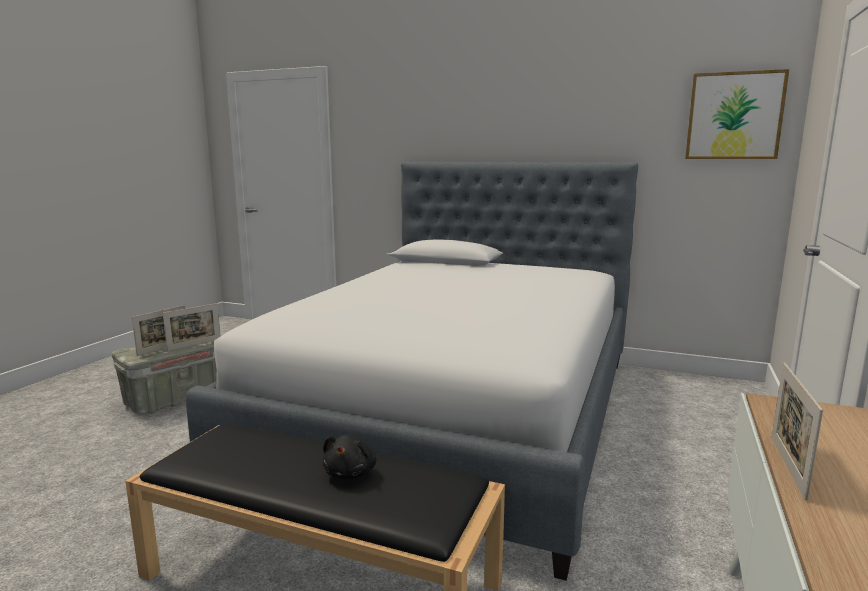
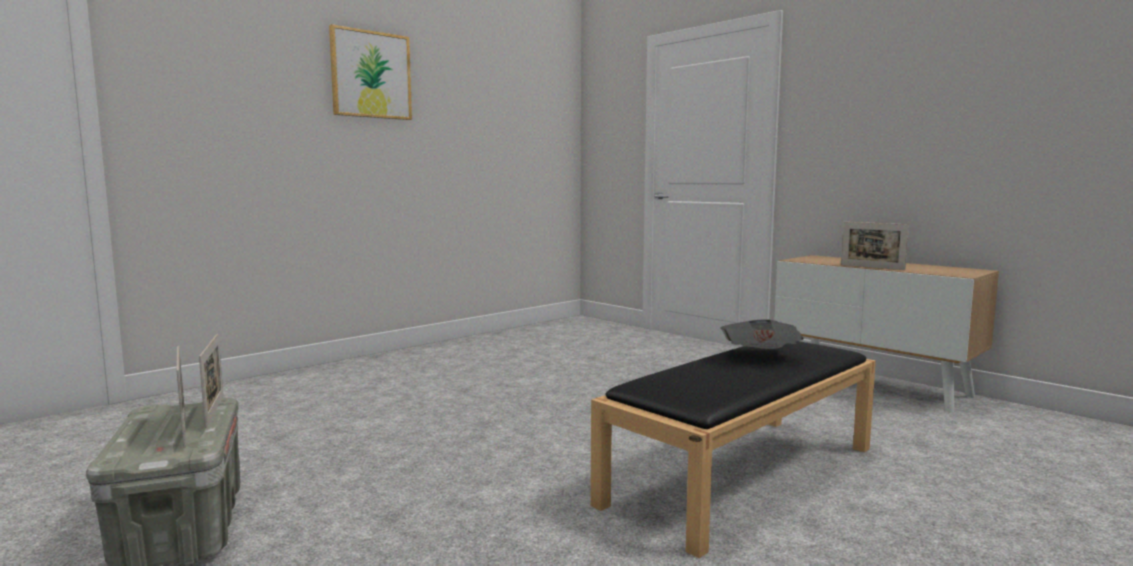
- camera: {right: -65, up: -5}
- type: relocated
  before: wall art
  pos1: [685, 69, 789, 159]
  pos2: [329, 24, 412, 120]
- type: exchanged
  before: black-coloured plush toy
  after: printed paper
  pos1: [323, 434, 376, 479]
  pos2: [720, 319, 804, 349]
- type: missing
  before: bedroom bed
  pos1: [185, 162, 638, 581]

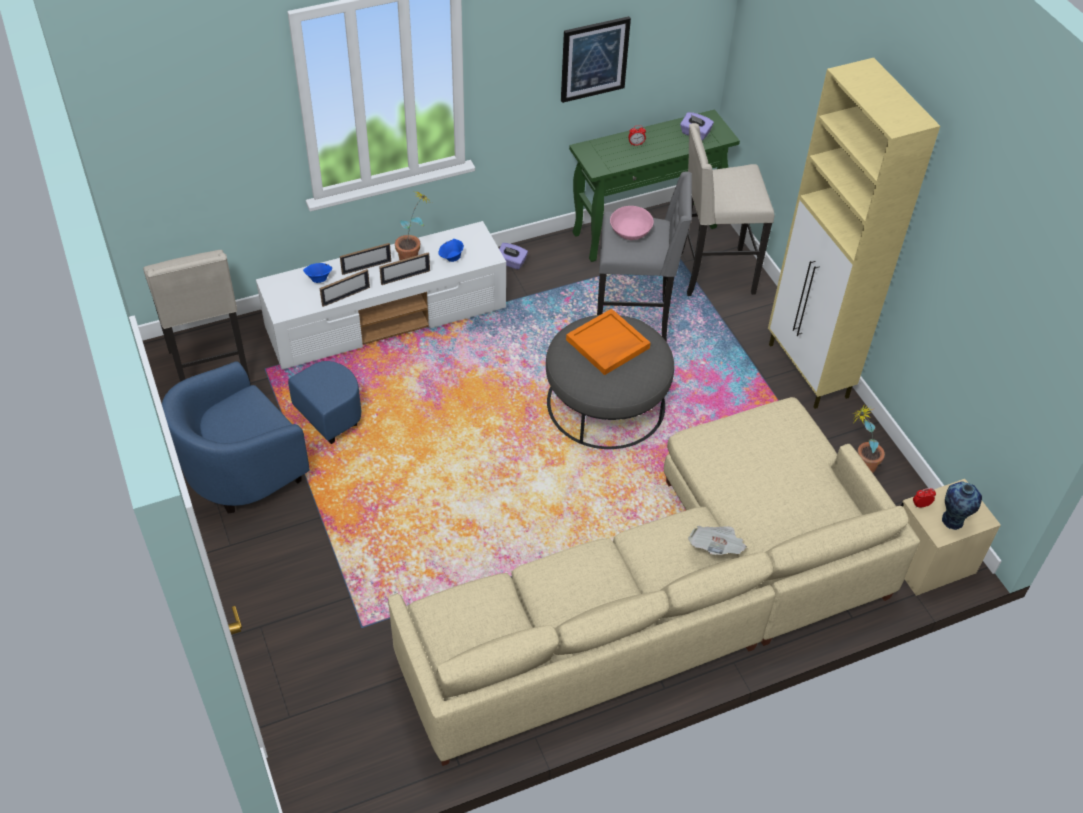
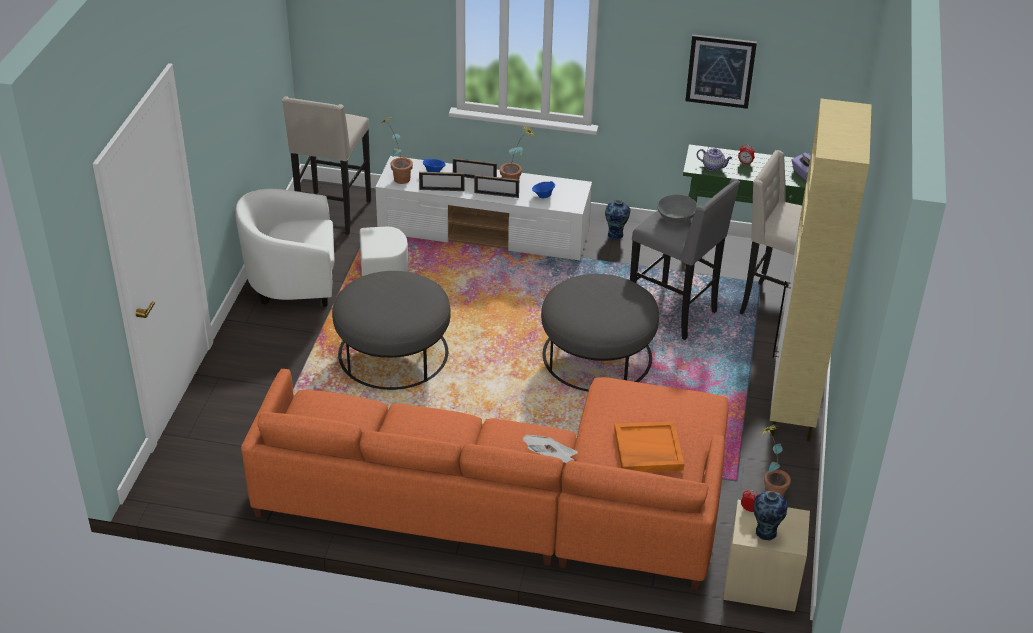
- camera: {right: 35, up: -10}
- type: colour
  before: bluish easy chair
  after: white easy chair
  pos1: [162, 361, 361, 514]
  pos2: [235, 189, 409, 307]
- type: colour
  before: beige couch
  after: orangey couch
  pos1: [388, 397, 920, 766]
  pos2: [241, 369, 728, 590]
- type: appeared
  after: grey ottoman
  pos2: [332, 271, 451, 390]
- type: appeared
  after: houseplant
  pos2: [378, 116, 413, 184]
- type: exchanged
  before: purple box of tissues
  after: decorative vase
  pos1: [499, 243, 528, 270]
  pos2: [605, 199, 630, 240]
- type: relocated
  before: orangey serving tray
  pos1: [566, 309, 651, 375]
  pos2: [614, 421, 684, 472]
- type: colour
  before: pink-coloured deep dish
  after: grey deep dish
  pos1: [610, 206, 654, 240]
  pos2: [657, 194, 697, 223]
- type: appeared
  after: teapot
  pos2: [697, 148, 732, 171]

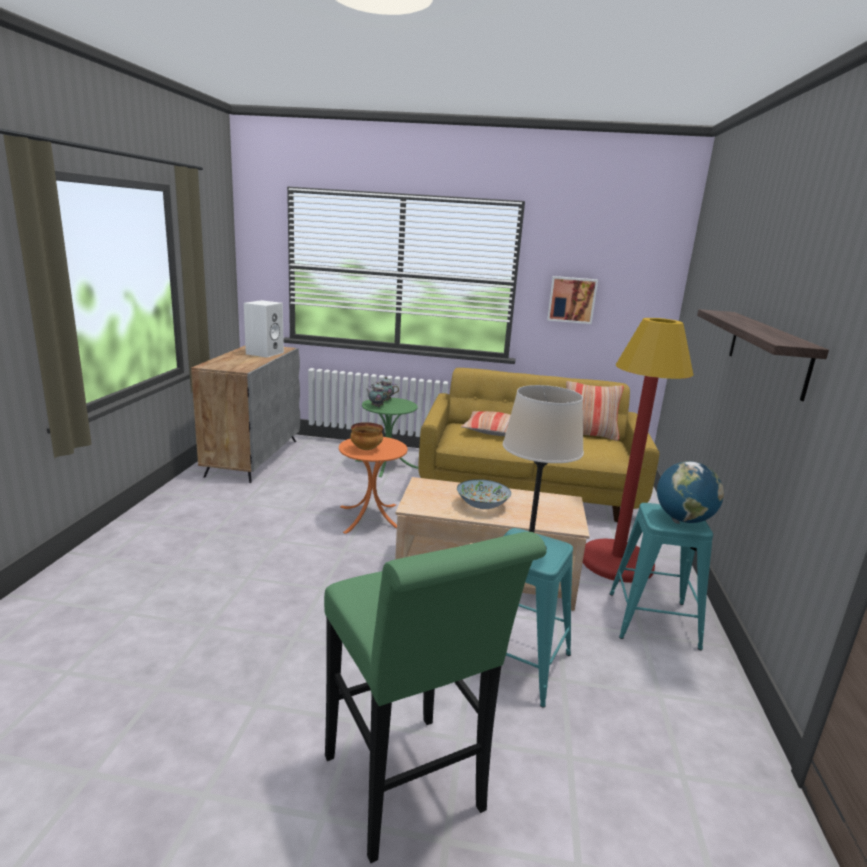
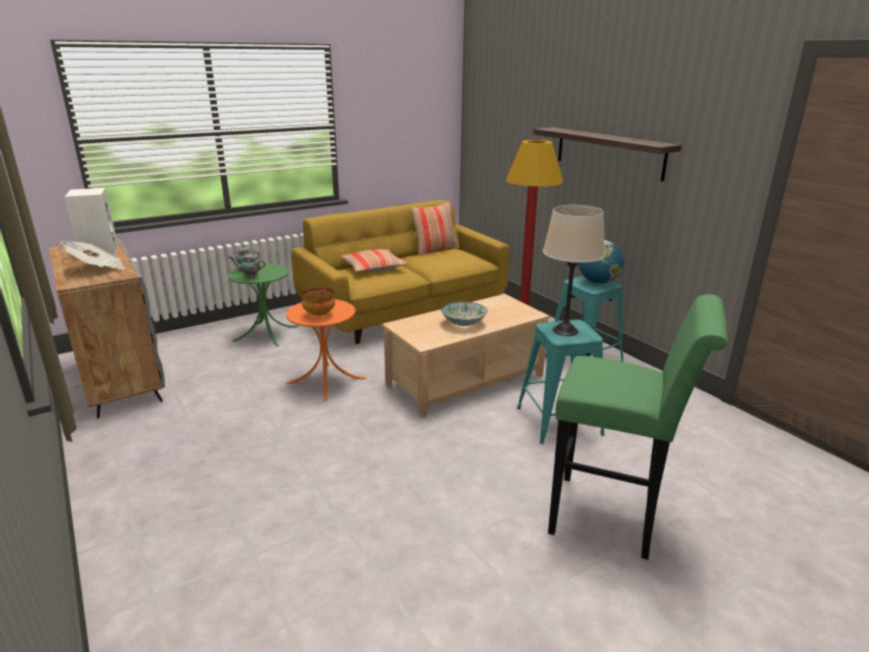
- camera: {right: -40, up: 5}
- type: appeared
  after: printed paper
  pos2: [60, 241, 125, 269]
- type: missing
  before: wall art
  pos1: [547, 276, 598, 324]

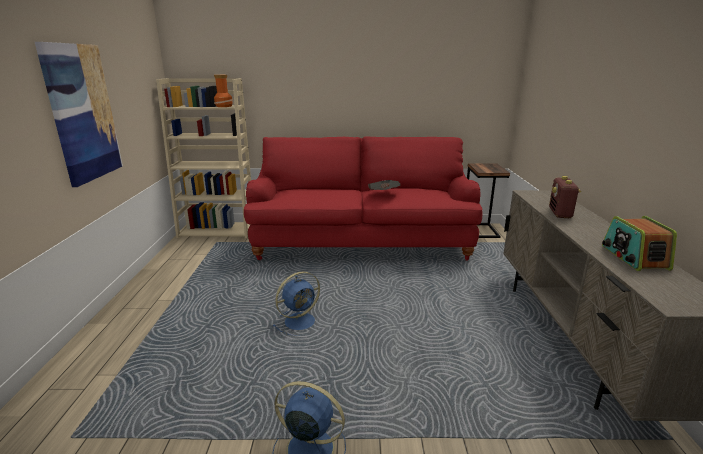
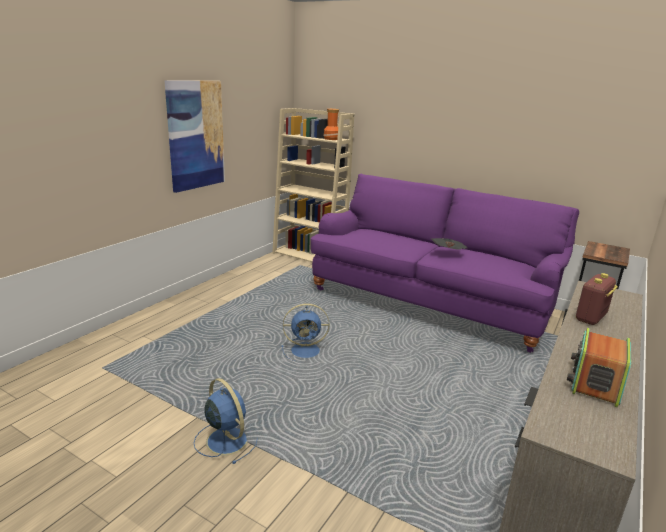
- camera: {right: 30, up: 0}
- type: colour
  before: red couch
  after: purple couch
  pos1: [244, 136, 482, 261]
  pos2: [311, 174, 579, 353]

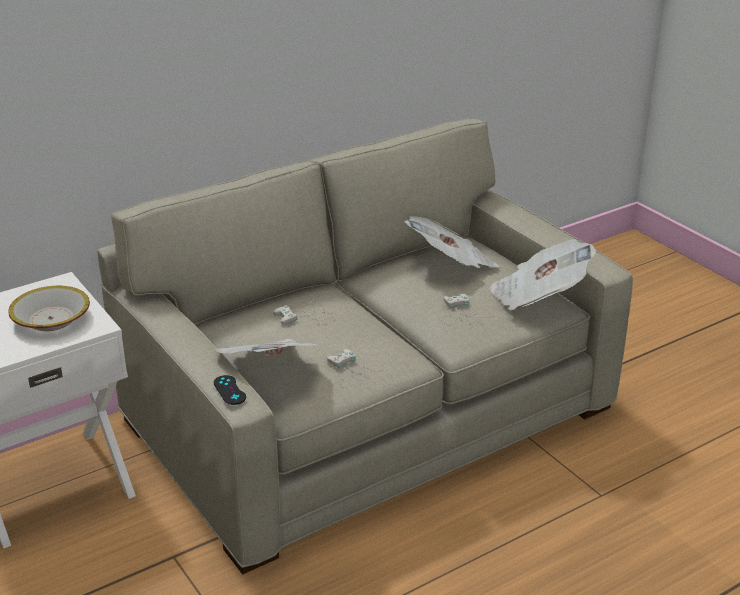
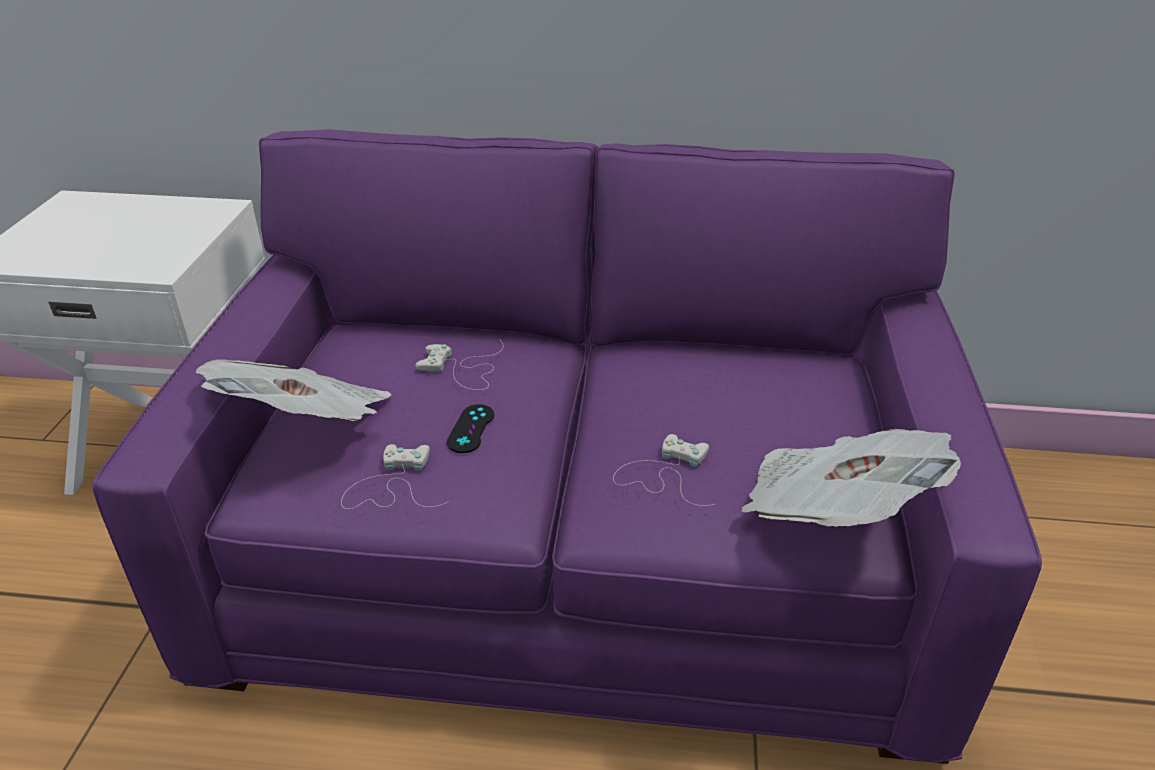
- camera: {right: 40, up: 5}
- type: colour
  before: beige couch
  after: purple couch
  pos1: [97, 118, 633, 574]
  pos2: [92, 129, 1042, 764]
- type: relocated
  before: black-coloured joypad
  pos1: [214, 375, 246, 405]
  pos2: [447, 404, 494, 453]
- type: missing
  before: deep dish
  pos1: [8, 286, 90, 331]
- type: missing
  before: printed paper
  pos1: [404, 216, 500, 268]

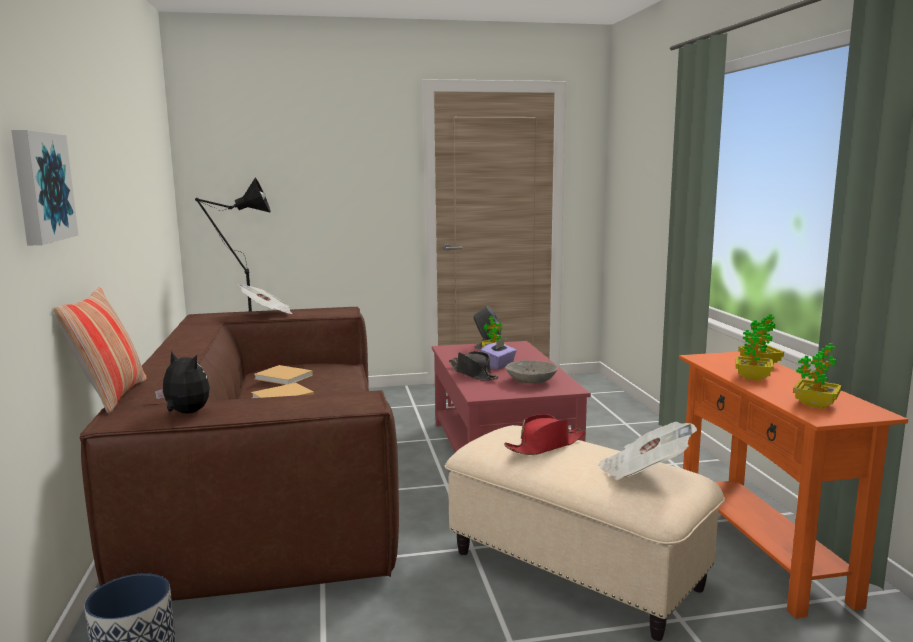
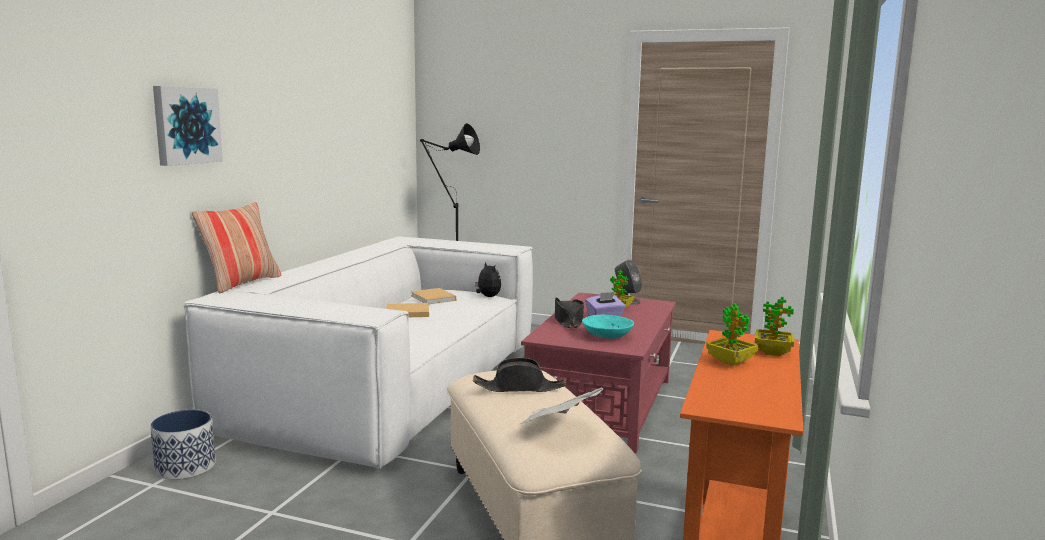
- camera: {right: 30, up: 0}
- type: colour
  before: brownish couch
  after: white couch
  pos1: [79, 307, 399, 601]
  pos2: [183, 236, 533, 469]
- type: colour
  before: red wearable hat
  after: black-coloured wearable hat
  pos1: [504, 414, 585, 455]
  pos2: [473, 358, 566, 392]
- type: relocated
  before: plush toy
  pos1: [155, 351, 210, 414]
  pos2: [475, 262, 501, 297]
- type: colour
  before: grey deep dish
  after: turquoise-coloured deep dish
  pos1: [505, 360, 558, 383]
  pos2: [582, 315, 634, 339]
- type: missing
  before: printed paper
  pos1: [238, 284, 292, 314]
- type: missing
  before: houseplant
  pos1: [793, 343, 842, 409]

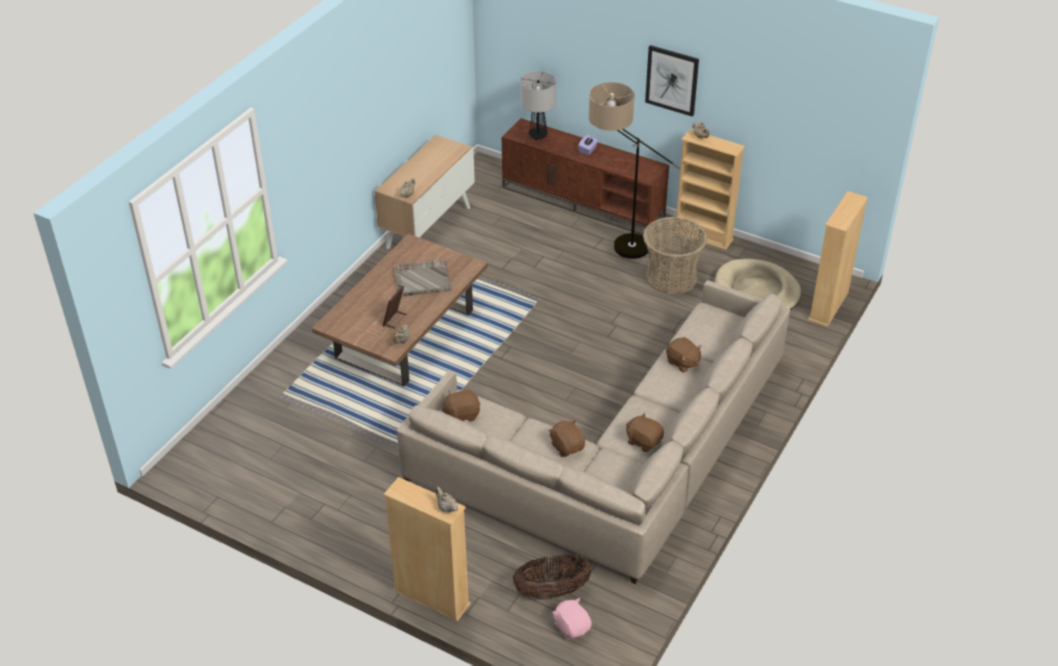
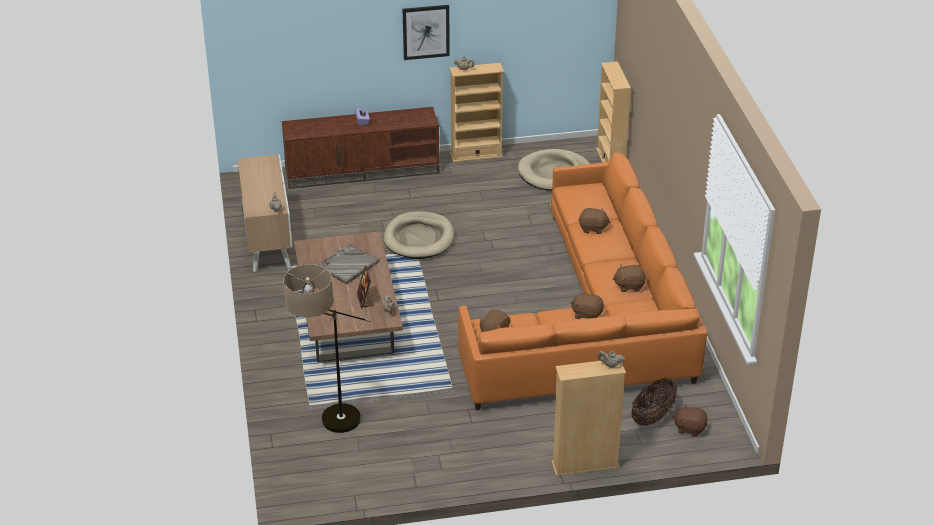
- camera: {right: -40, up: -5}
- type: relocated
  before: standing lamp
  pos1: [588, 82, 680, 259]
  pos2: [283, 264, 372, 433]
- type: appeared
  after: beige dog cushion
  pos2: [384, 211, 454, 259]
- type: colour
  before: beige couch
  after: orangey couch
  pos1: [397, 280, 790, 584]
  pos2: [458, 153, 707, 411]
- type: colour
  before: pink-coloured plush toy
  after: brownish plush toy
  pos1: [552, 598, 592, 640]
  pos2: [672, 404, 708, 437]
- type: missing
  before: lamp for a table
  pos1: [520, 71, 556, 140]
- type: missing
  before: storage basket
  pos1: [643, 217, 707, 294]

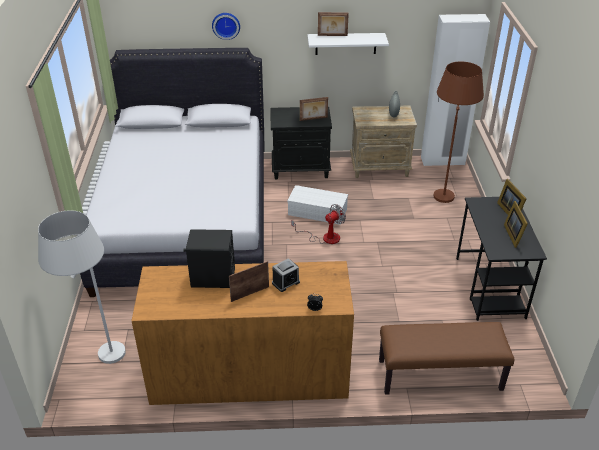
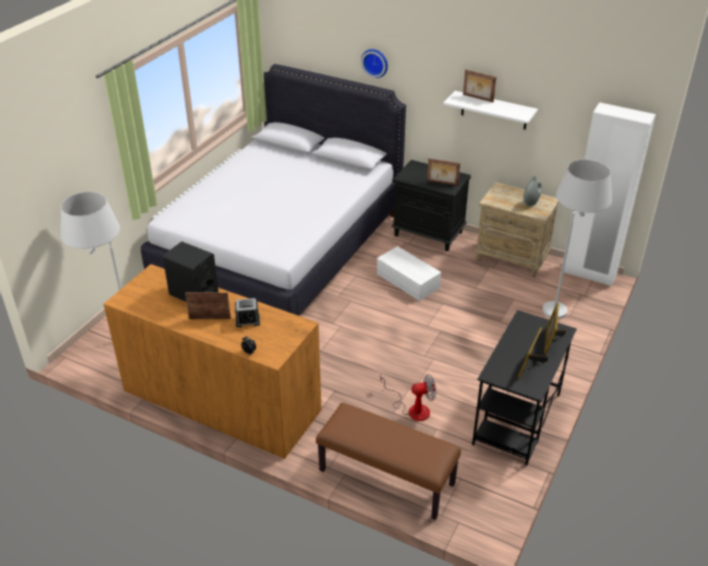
- camera: {right: 30, up: 0}
- type: relocated
  before: electric fan
  pos1: [291, 204, 346, 244]
  pos2: [380, 374, 436, 421]
- type: colour
  before: brownish standing lamp
  after: white standing lamp
  pos1: [434, 62, 484, 203]
  pos2: [542, 160, 612, 319]

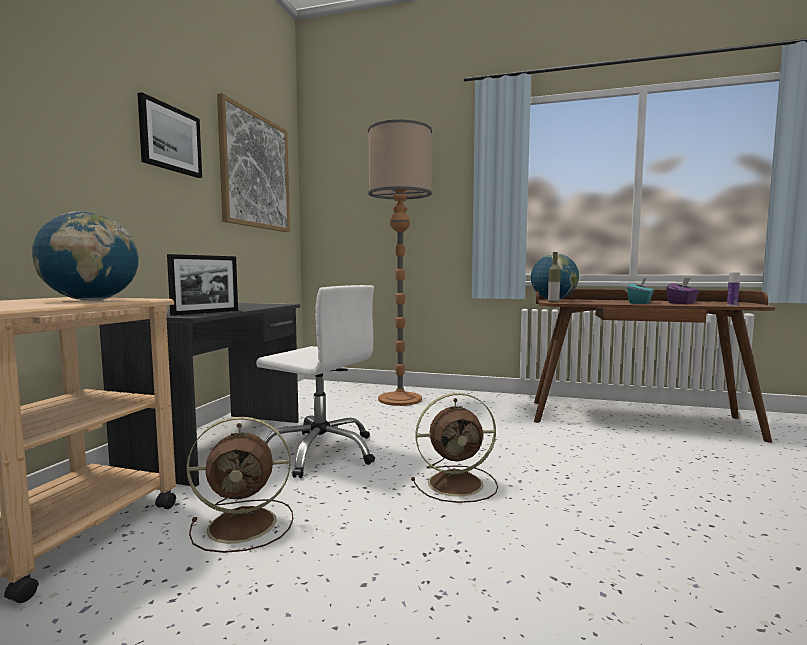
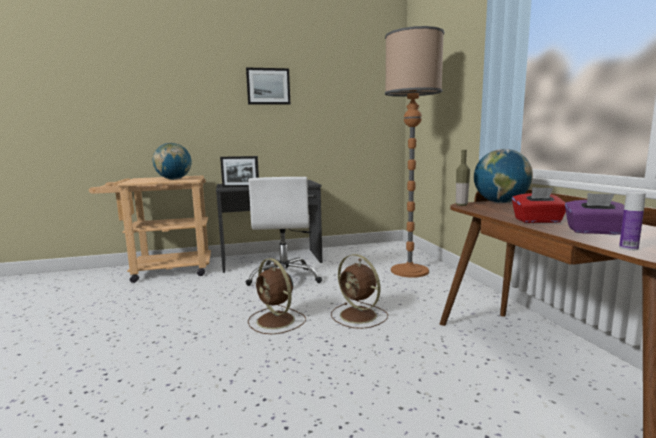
- camera: {right: 60, up: 5}
- type: relocated
  before: brownish electric fan
  pos1: [186, 417, 293, 553]
  pos2: [331, 254, 388, 329]
- type: colour
  before: turquoise-coloured box of tissues
  after: red box of tissues
  pos1: [628, 278, 654, 304]
  pos2: [512, 187, 566, 223]
- type: missing
  before: wall art
  pos1: [217, 93, 290, 232]

